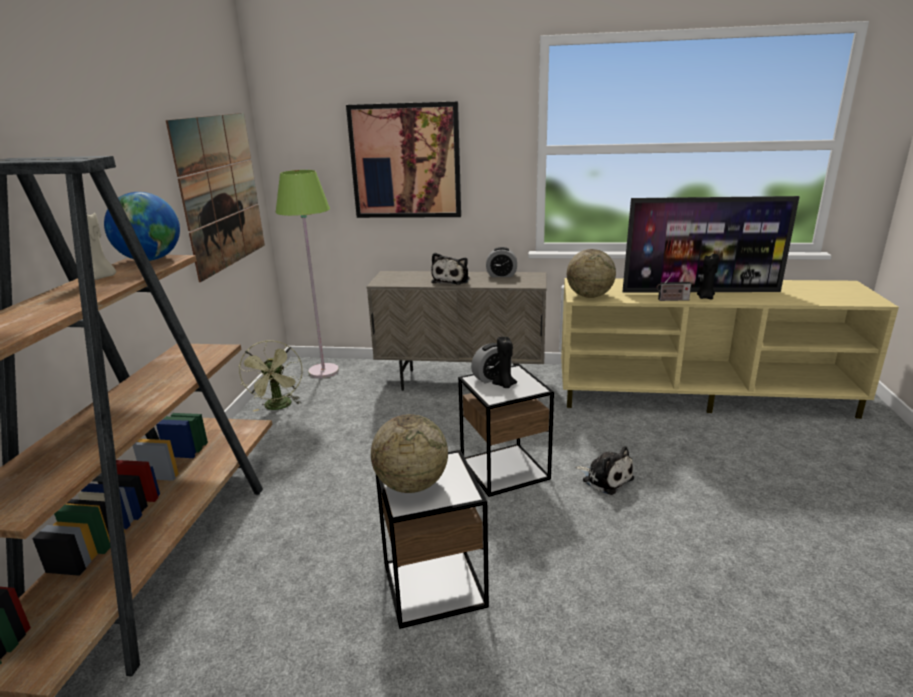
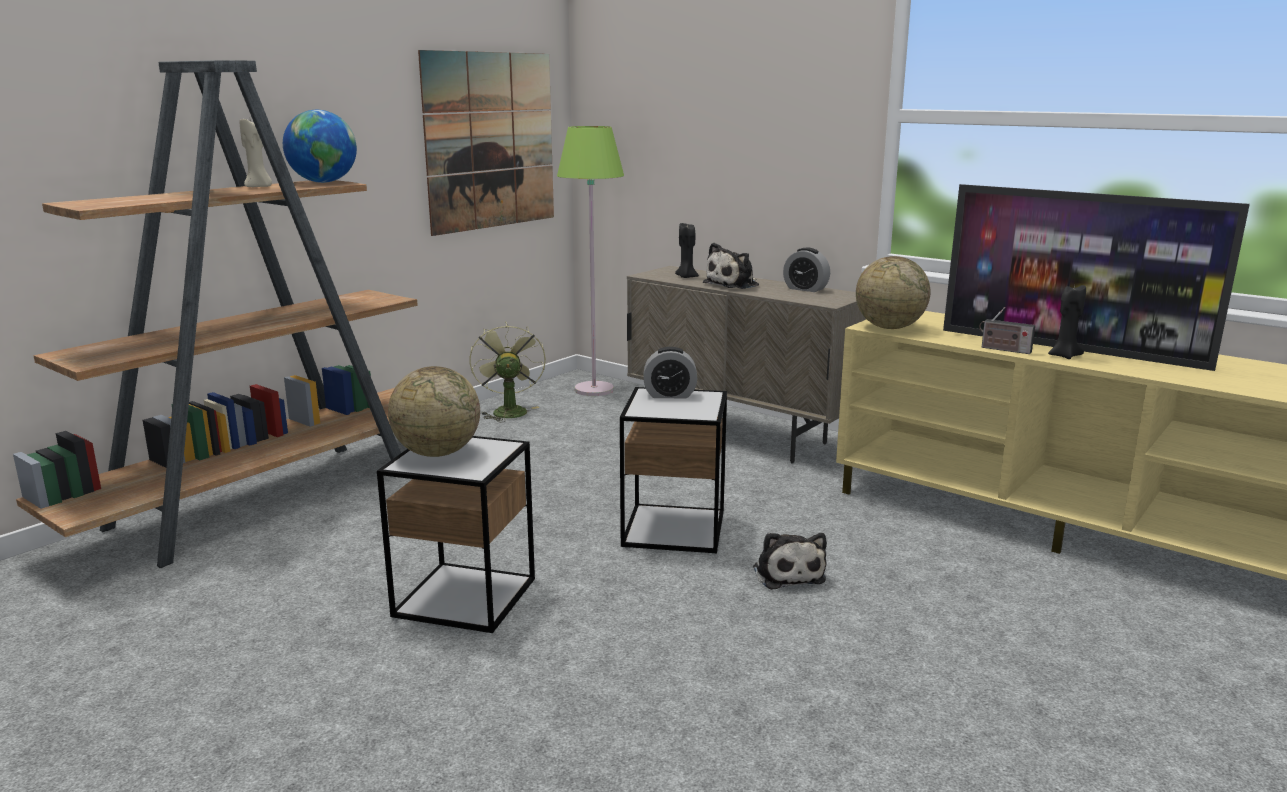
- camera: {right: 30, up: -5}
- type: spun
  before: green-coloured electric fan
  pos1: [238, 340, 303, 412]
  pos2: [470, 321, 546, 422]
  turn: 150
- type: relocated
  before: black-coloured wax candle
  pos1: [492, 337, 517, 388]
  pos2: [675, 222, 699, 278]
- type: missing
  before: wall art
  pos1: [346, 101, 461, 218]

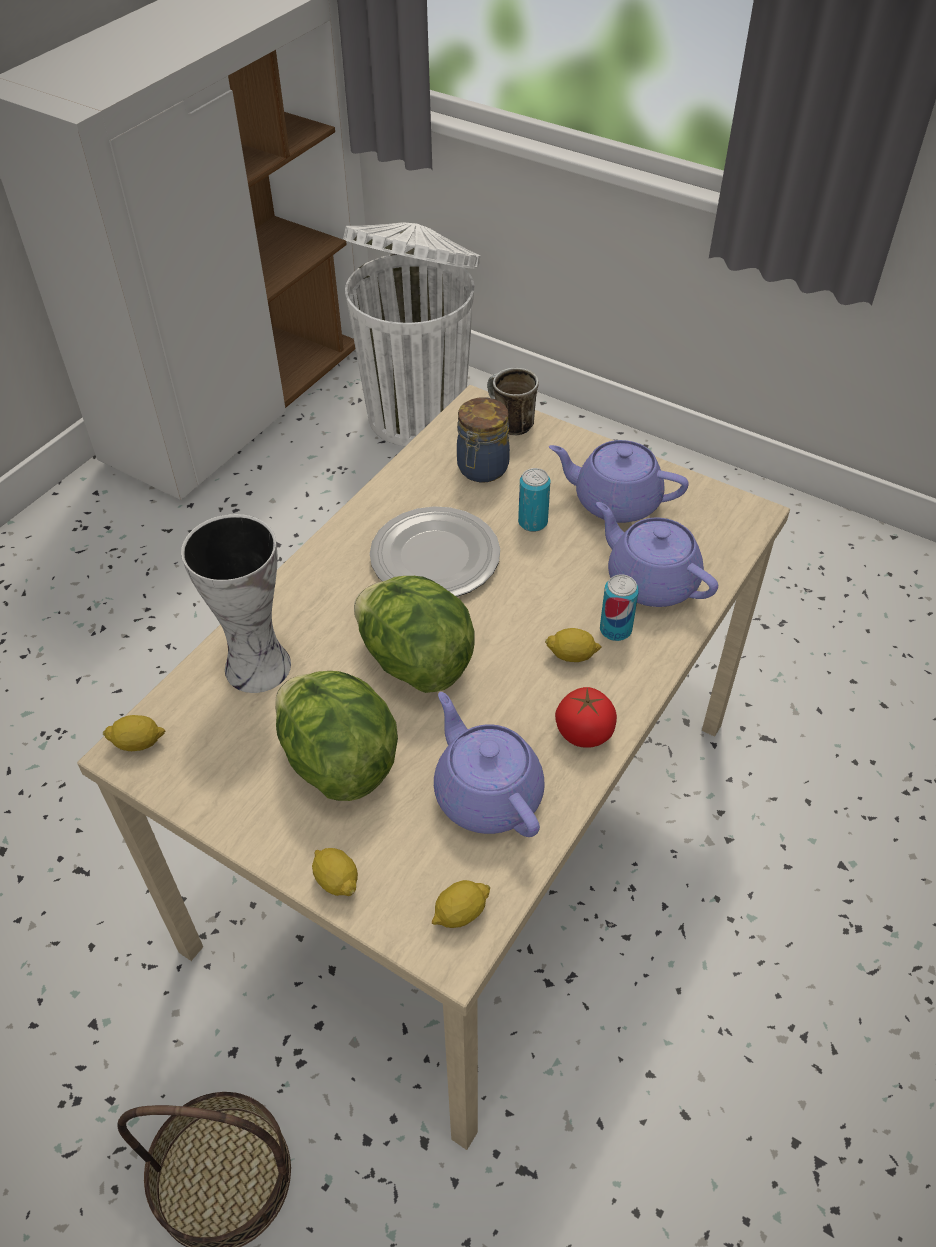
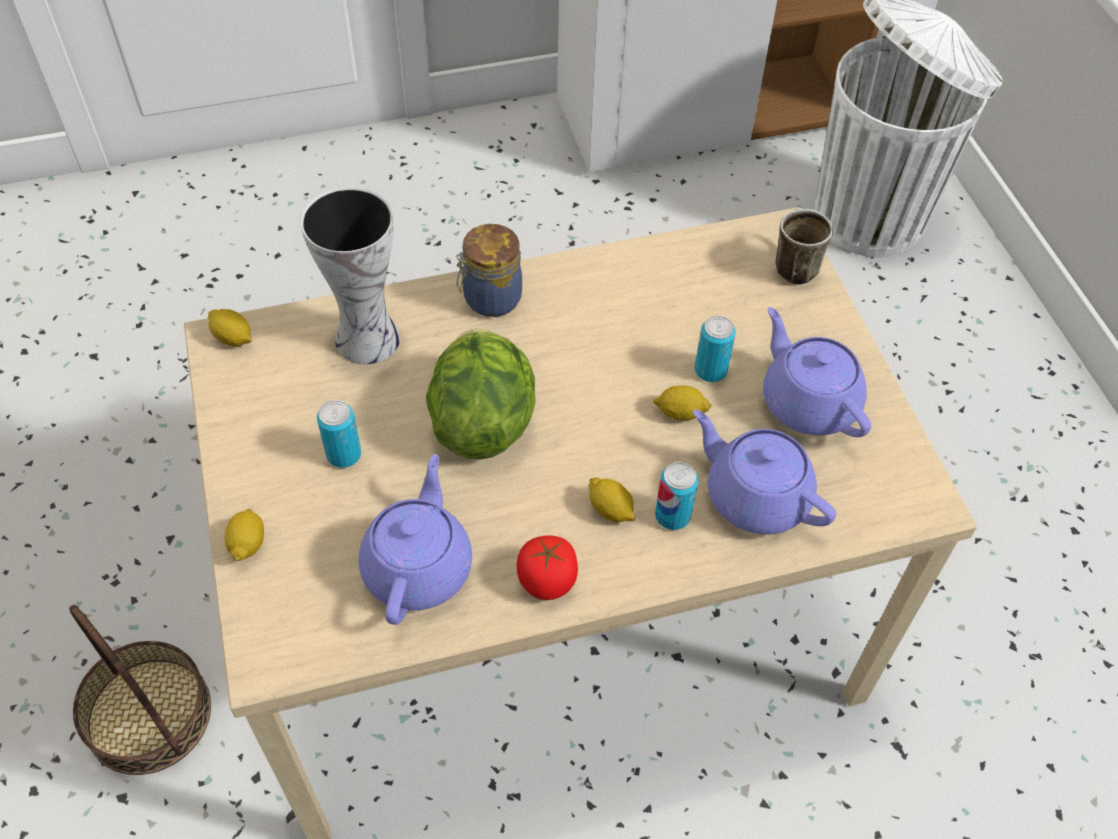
- camera: {right: 40, up: 5}
- type: exchanged
  before: lettuce
  after: metal can
  pos1: [275, 671, 398, 801]
  pos2: [317, 400, 361, 468]
- type: relocated
  before: storage jar
  pos1: [457, 397, 510, 483]
  pos2: [456, 224, 522, 317]
- type: relocated
  before: citrus fruit
  pos1: [432, 880, 490, 928]
  pos2: [653, 385, 712, 420]
- type: spun
  before: purple teapot
  pos1: [596, 502, 718, 607]
  pos2: [693, 410, 836, 534]
  turn: -45
- type: missing
  before: flat dish
  pos1: [370, 506, 500, 597]

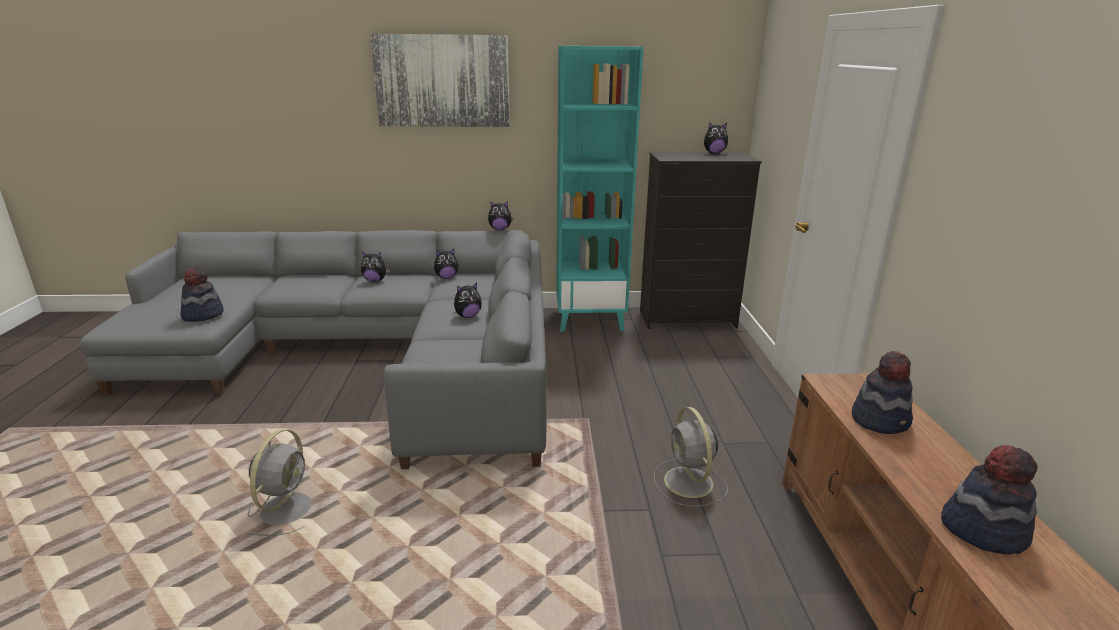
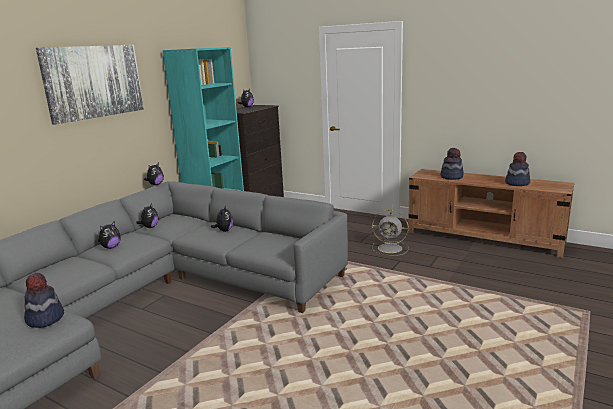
- camera: {right: -55, up: -5}
- type: missing
  before: grey electric fan
  pos1: [248, 429, 312, 536]

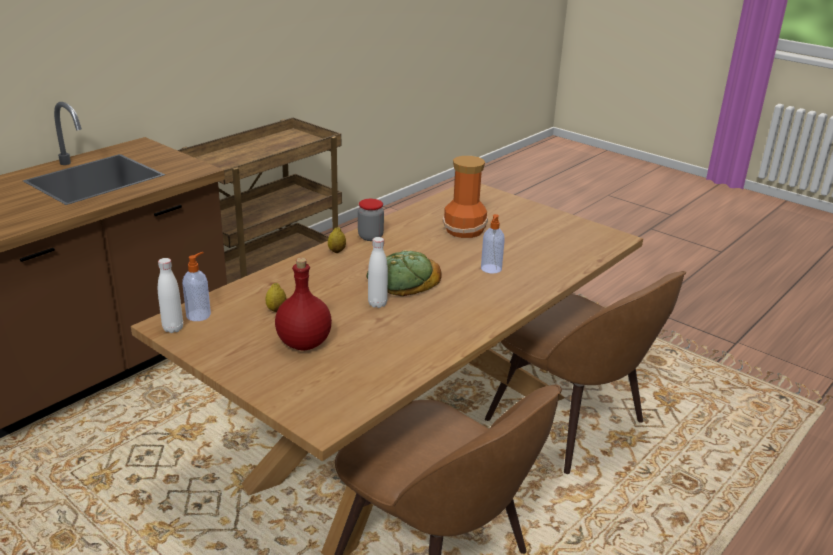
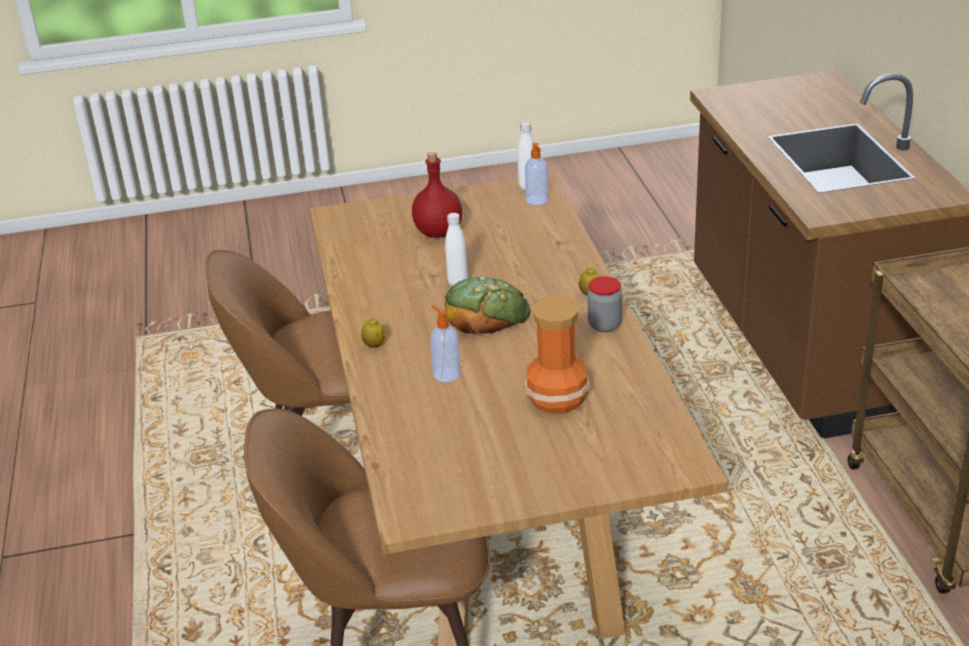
- camera: {right: 130, up: 5}
- type: relocated
  before: citrus fruit
  pos1: [265, 283, 286, 312]
  pos2: [361, 318, 385, 348]

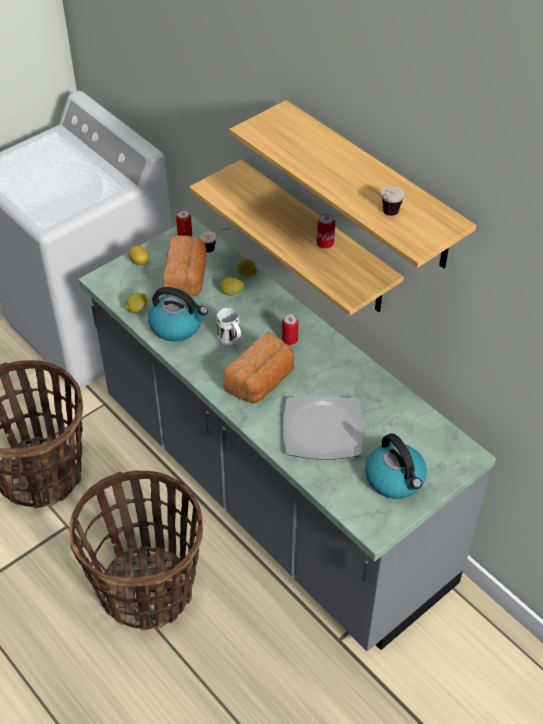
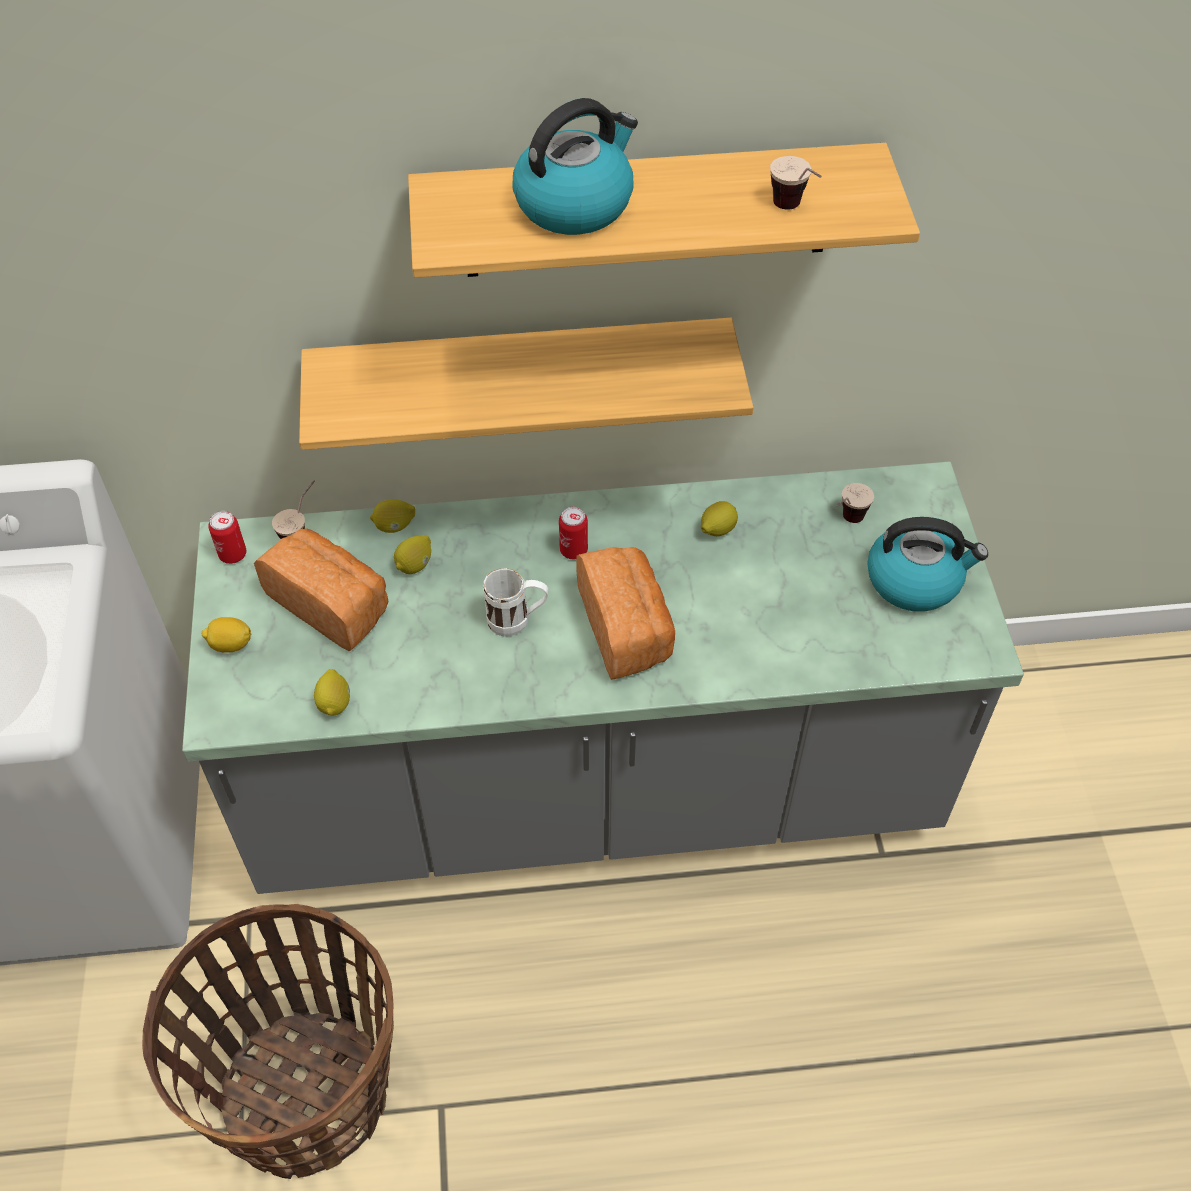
- camera: {right: -55, up: 5}
- type: relocated
  before: water kettle
  pos1: [148, 287, 208, 342]
  pos2: [512, 98, 638, 235]
- type: appeared
  after: citrus fruit
  pos2: [701, 501, 738, 536]
- type: appeared
  after: drinking cup
  pos2: [836, 483, 874, 523]
- type: missing
  before: storage basket
  pos1: [69, 471, 203, 630]
- type: missing
  before: flat dish
  pos1: [283, 396, 363, 460]
- type: missing
  before: metal can
  pos1: [316, 214, 335, 249]

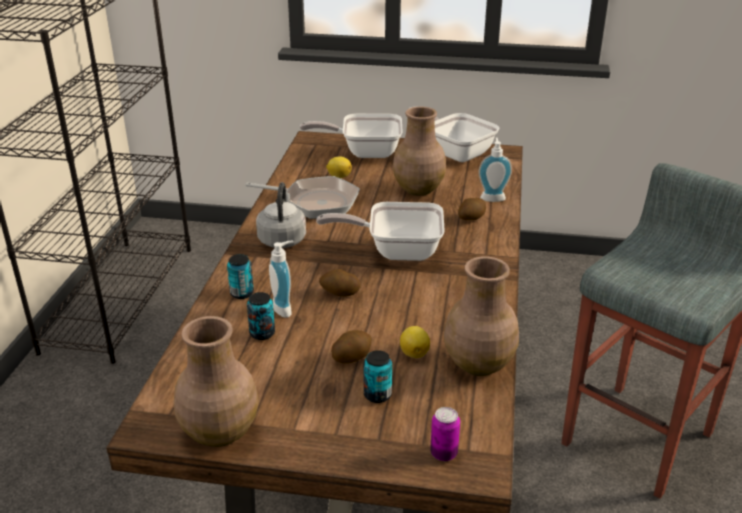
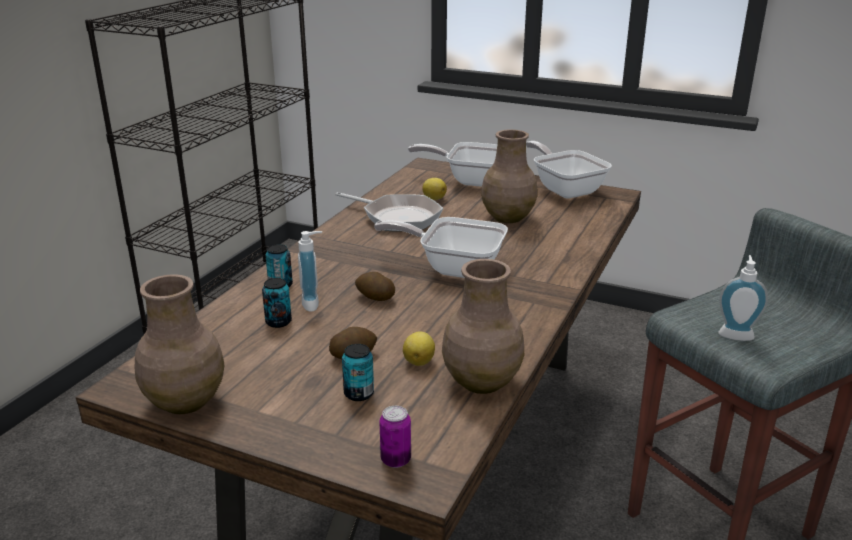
- camera: {right: 15, up: -5}
- type: relocated
  before: soap dispenser
  pos1: [478, 138, 512, 202]
  pos2: [718, 255, 768, 341]
- type: missing
  before: grey water kettle
  pos1: [256, 182, 306, 248]
- type: missing
  before: whole potato
  pos1: [458, 198, 486, 220]

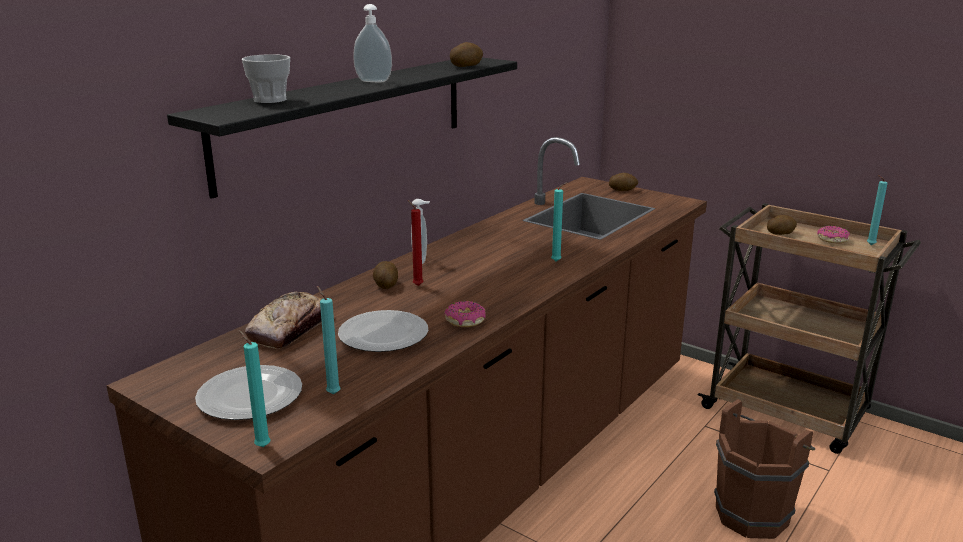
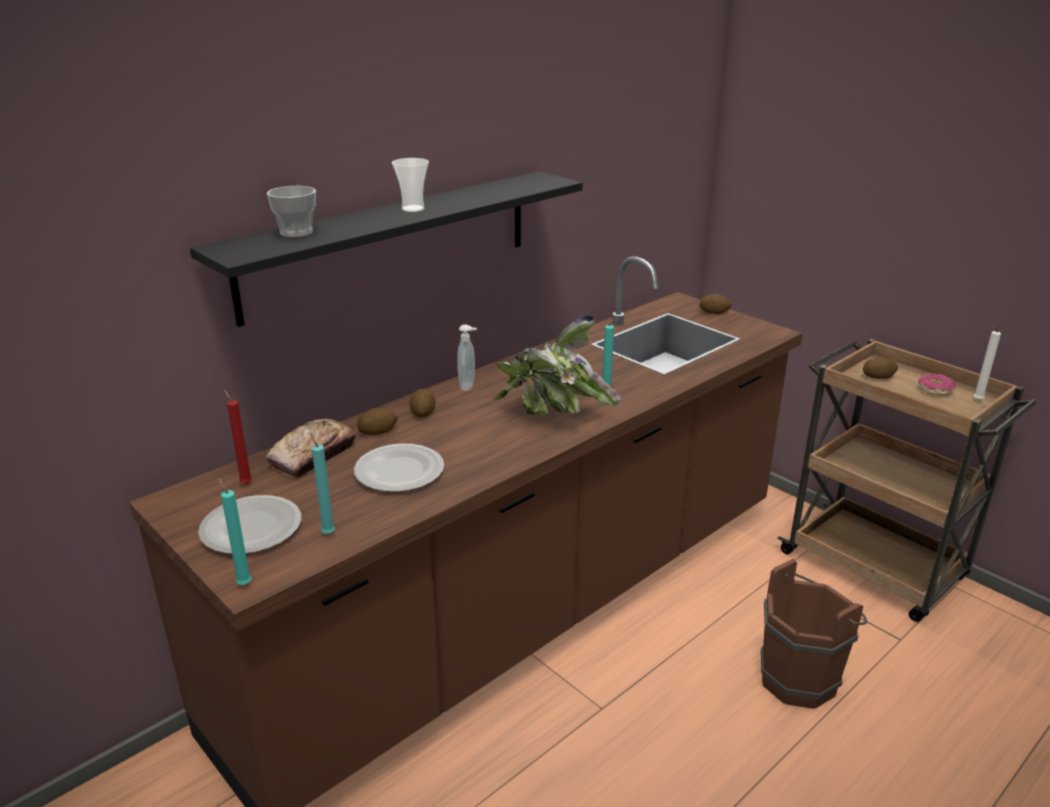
- camera: {right: 10, up: 5}
- type: relocated
  before: red wax candle
  pos1: [407, 200, 424, 286]
  pos2: [224, 389, 252, 484]
- type: relocated
  before: whole potato
  pos1: [450, 42, 483, 67]
  pos2: [357, 408, 398, 435]
- type: exchanged
  before: soap dispenser
  after: drinking cup
  pos1: [353, 4, 392, 82]
  pos2: [392, 158, 429, 212]
- type: appeared
  after: houseplant
  pos2: [492, 316, 621, 416]
- type: colour
  before: turquoise-coloured wax candle
  after: white wax candle
  pos1: [867, 175, 888, 245]
  pos2: [974, 325, 1001, 400]
- type: missing
  before: ring doughnut
  pos1: [444, 301, 486, 327]

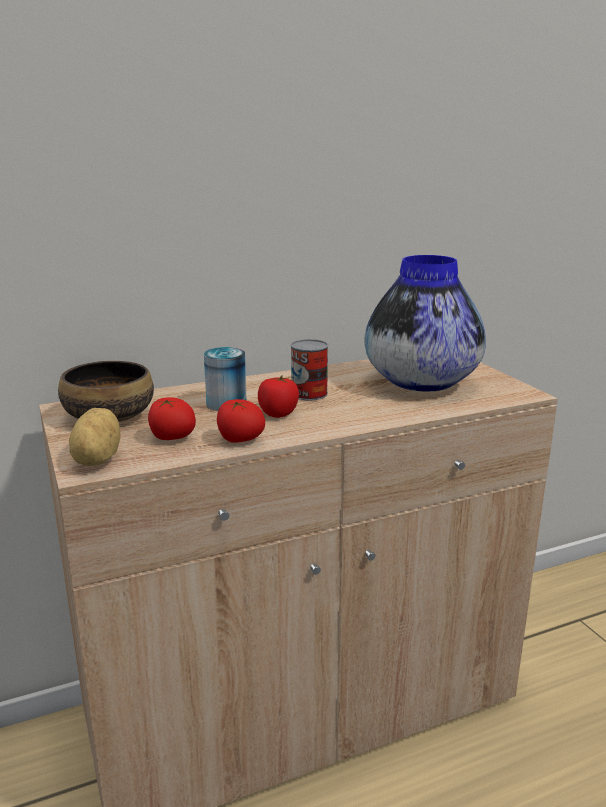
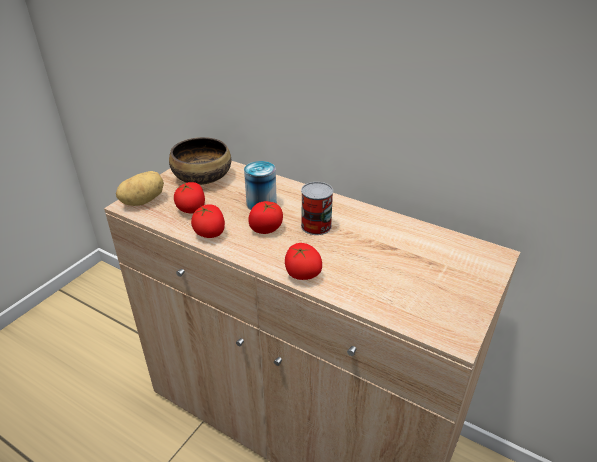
- camera: {right: 55, up: 15}
- type: appeared
  after: fresh tomato
  pos2: [285, 243, 322, 280]
- type: missing
  before: decorative vase
  pos1: [364, 255, 486, 391]

